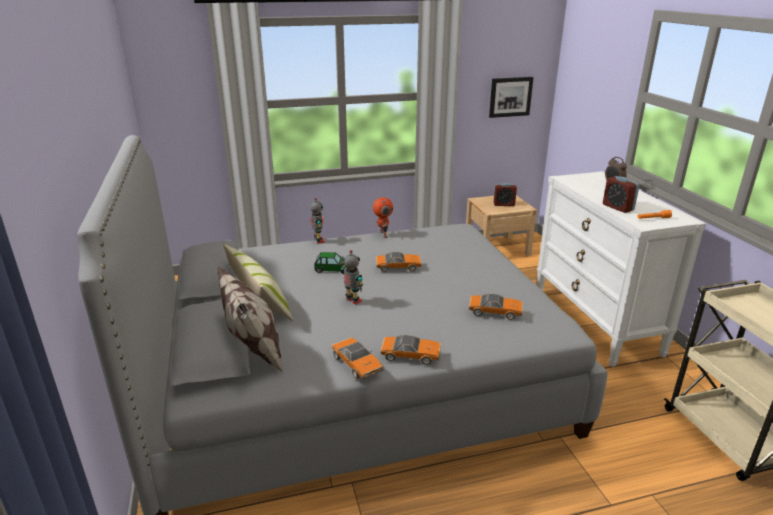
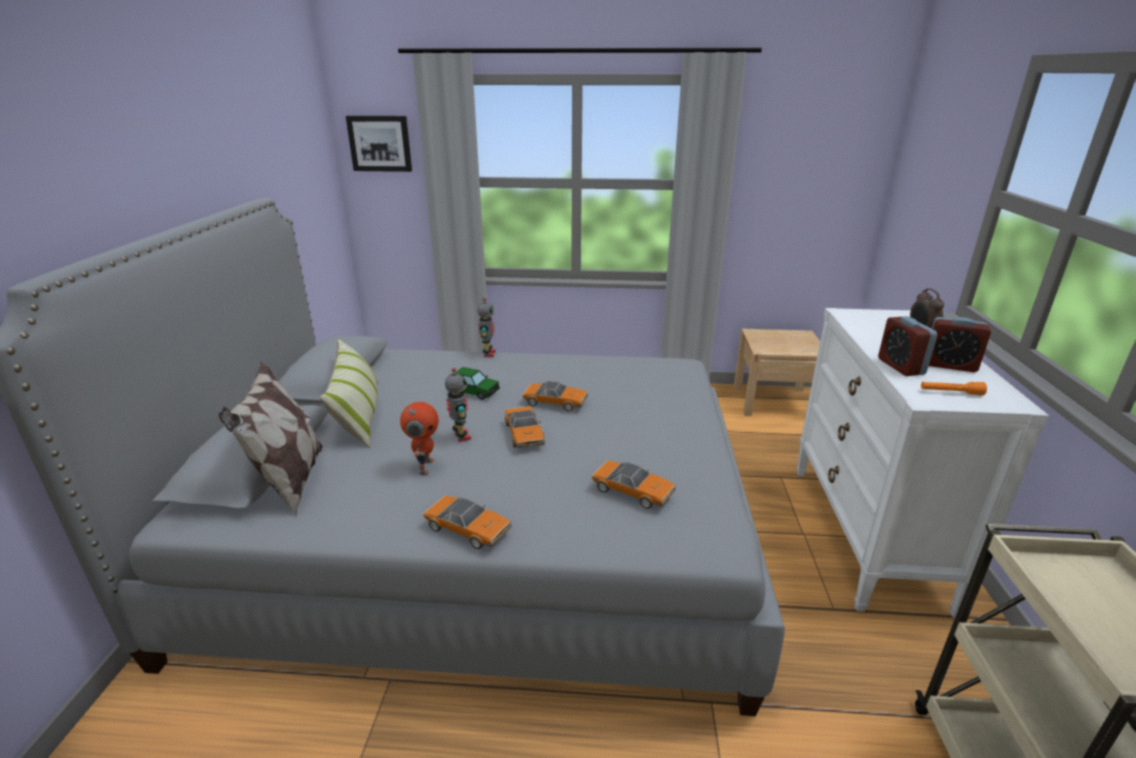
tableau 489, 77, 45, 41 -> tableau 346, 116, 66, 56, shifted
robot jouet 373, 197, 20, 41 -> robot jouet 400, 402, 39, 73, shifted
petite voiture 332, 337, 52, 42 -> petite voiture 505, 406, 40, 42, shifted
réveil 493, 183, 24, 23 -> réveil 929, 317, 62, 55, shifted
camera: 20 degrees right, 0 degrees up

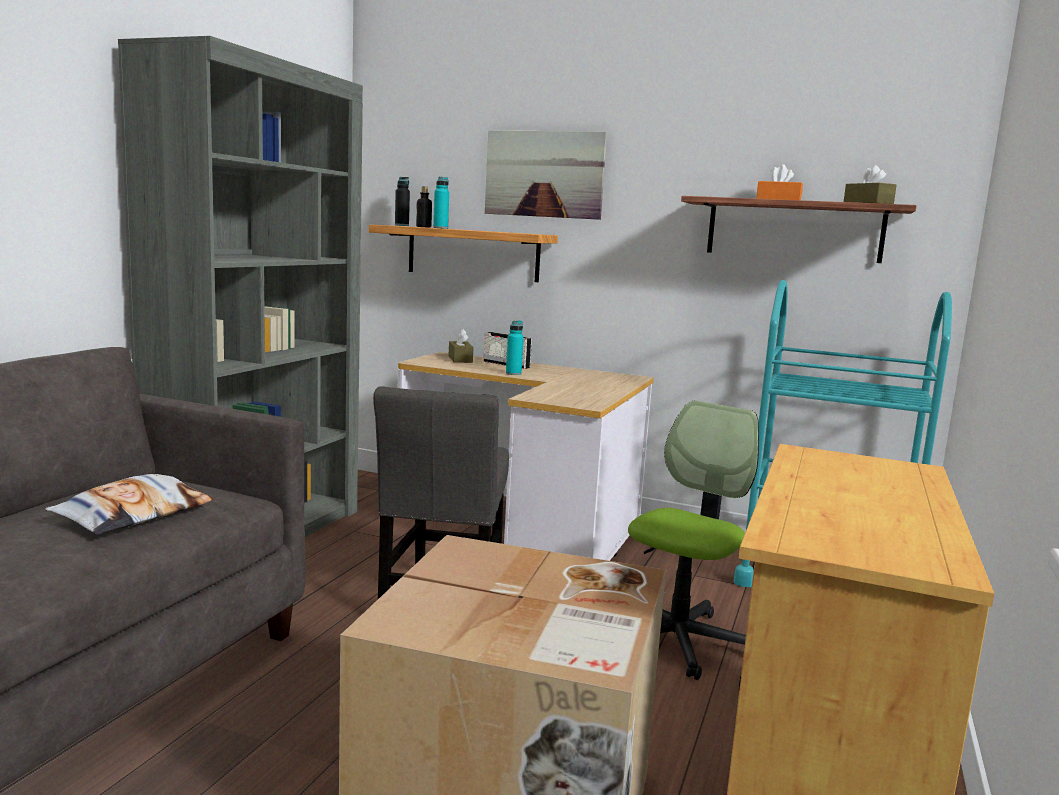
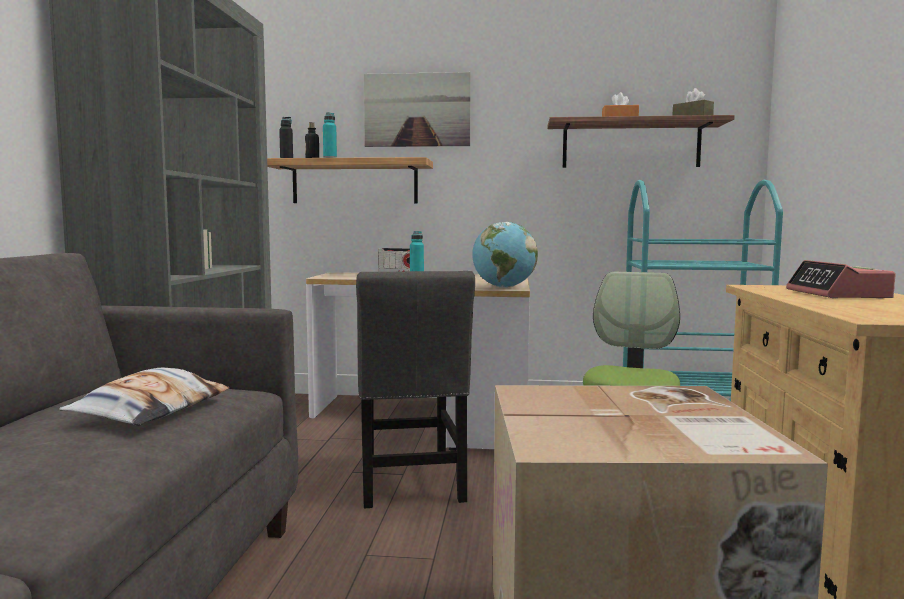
none -> globe 472, 222, 66, 66
none -> réveil 786, 260, 110, 39
boîte à mouchoirs (marron) 449, 329, 25, 34 -> none
camera: 15 degrees left, 5 degrees down

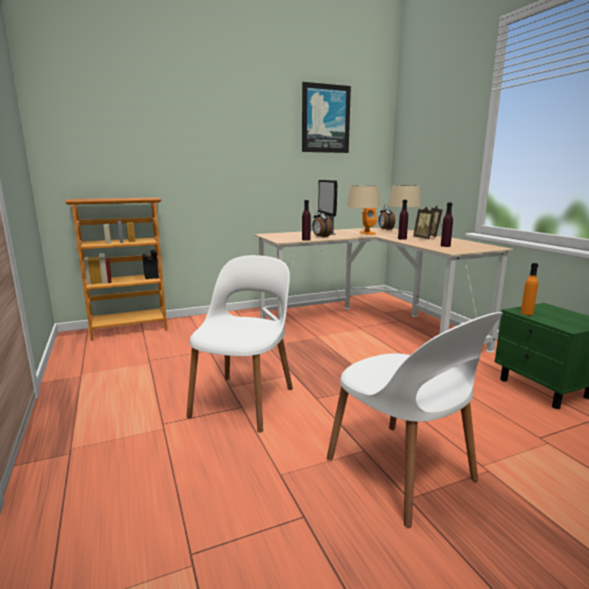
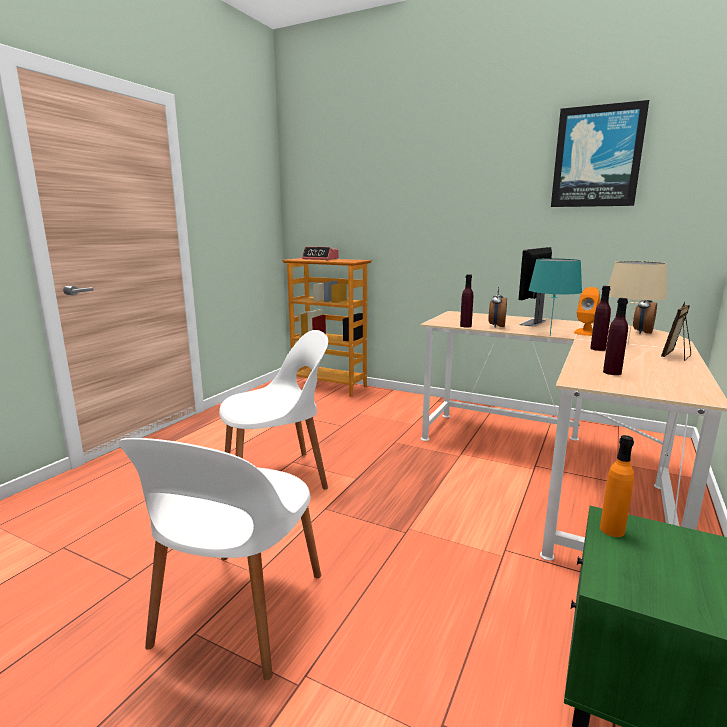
none -> réveil 302, 247, 37, 13
lampe de table (beige) 346, 186, 34, 41 -> lampe de table (turquoise) 528, 258, 54, 77
cadre photo 413, 207, 22, 33 -> none
camera: 50 degrees right, 0 degrees up

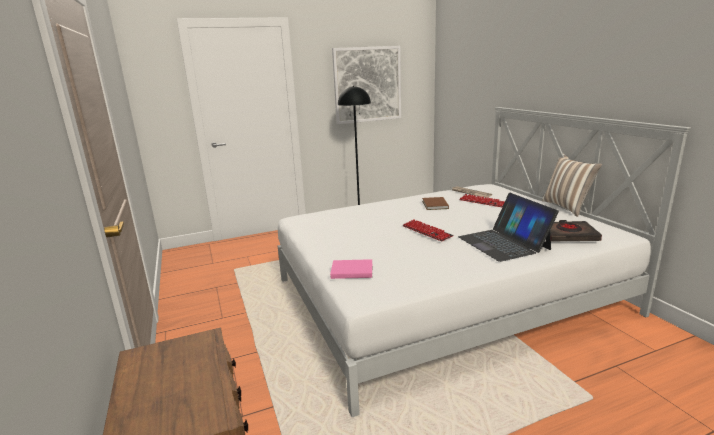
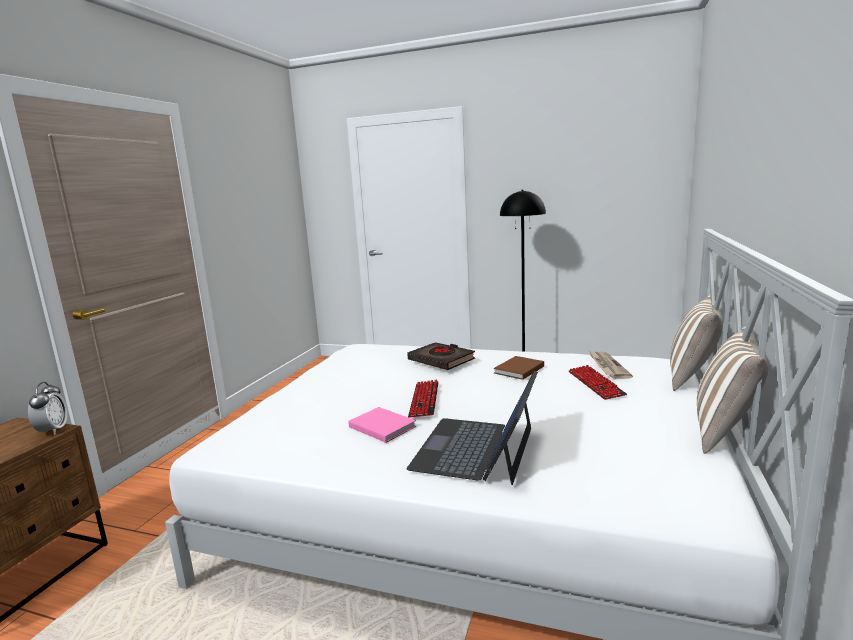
none -> réveil 28, 382, 39, 53
livre (rose) 330, 259, 42, 20 -> livre (rose) 348, 407, 68, 36, shifted
livre (noir) 550, 220, 52, 21 -> livre (noir) 407, 342, 68, 28, shifted
none -> coussin 670, 295, 53, 96
tableau 332, 46, 69, 78 -> none
camera: 40 degrees right, 5 degrees down

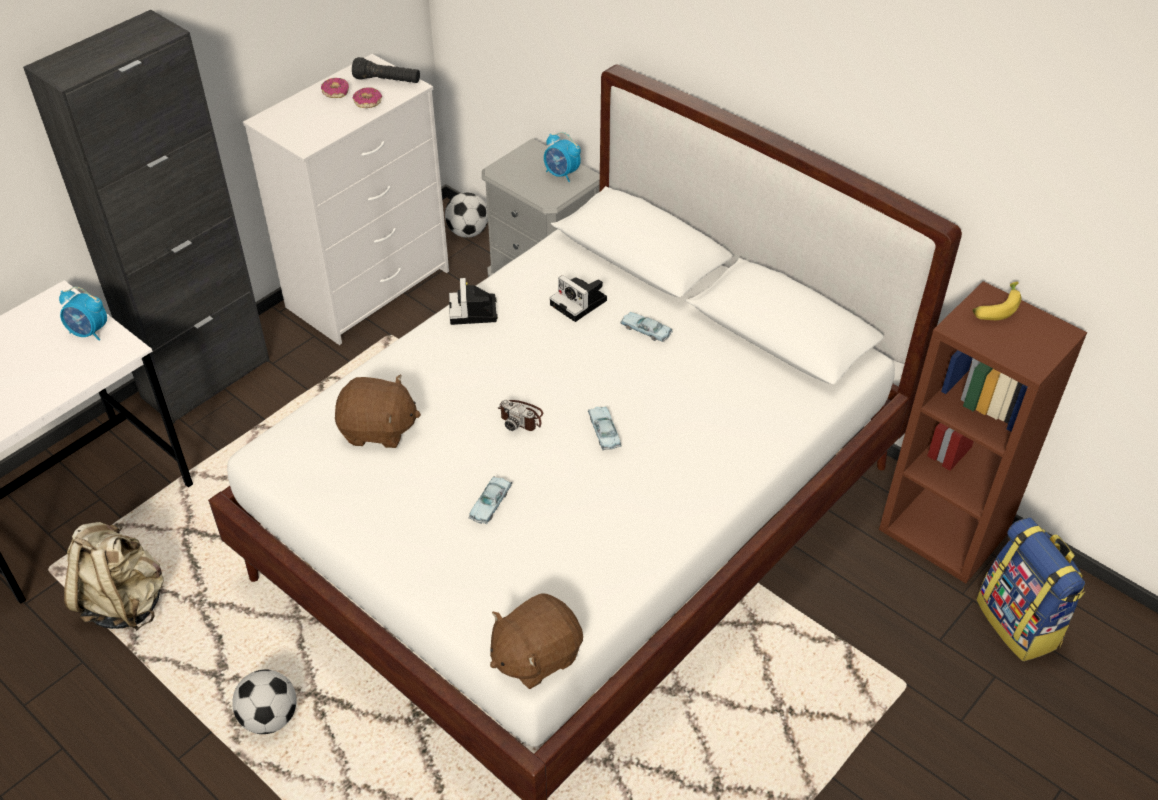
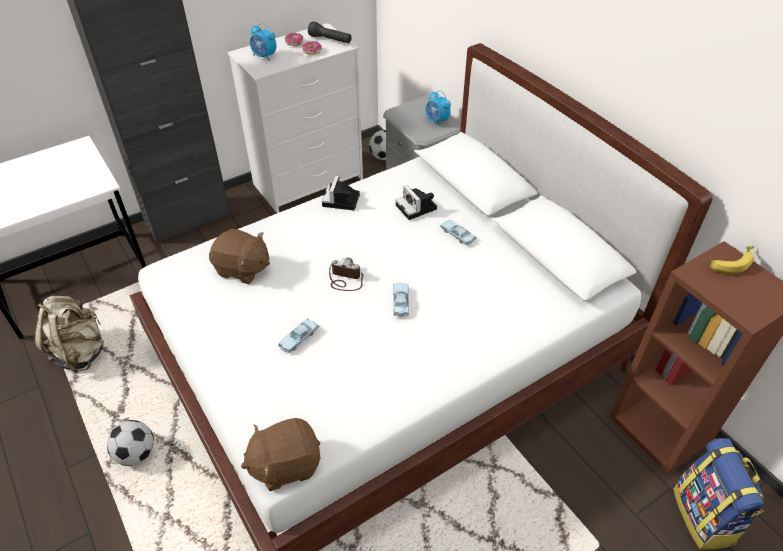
réveil 59, 287, 48, 53 -> réveil 250, 23, 27, 38, shifted
appareil photo 498, 400, 45, 31 -> appareil photo 329, 257, 35, 34, 150 degrees clockwise
camera: 15 degrees right, 0 degrees up

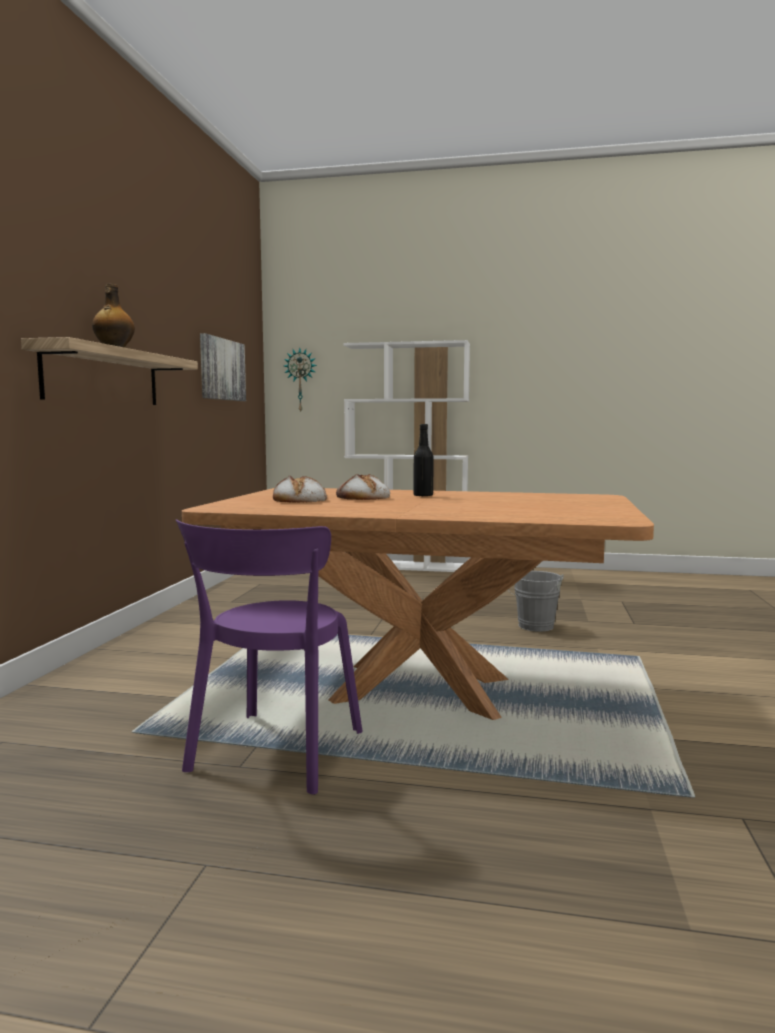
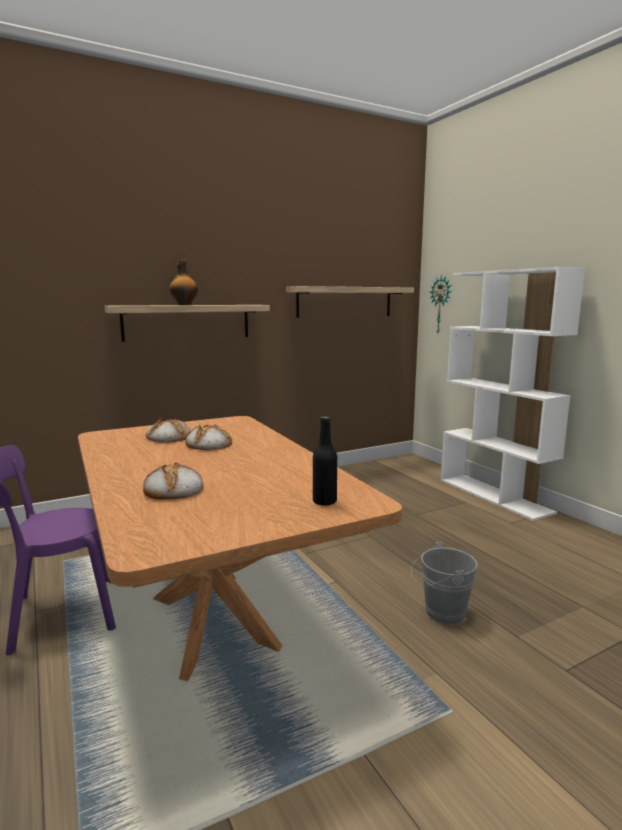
none -> pain 143, 462, 61, 38
tableau 200, 333, 46, 68 -> étagère 286, 286, 128, 32
bouteille (noir) 413, 424, 21, 73 -> bouteille (noir) 313, 416, 24, 90, shifted
camera: 50 degrees right, 5 degrees up

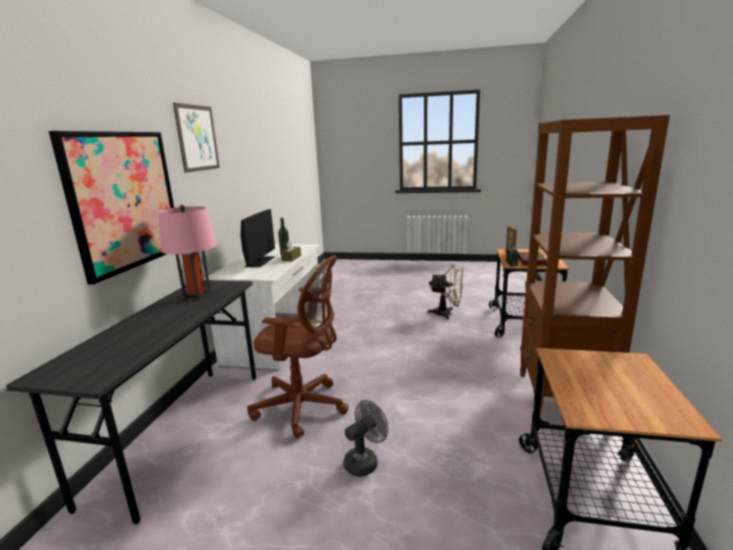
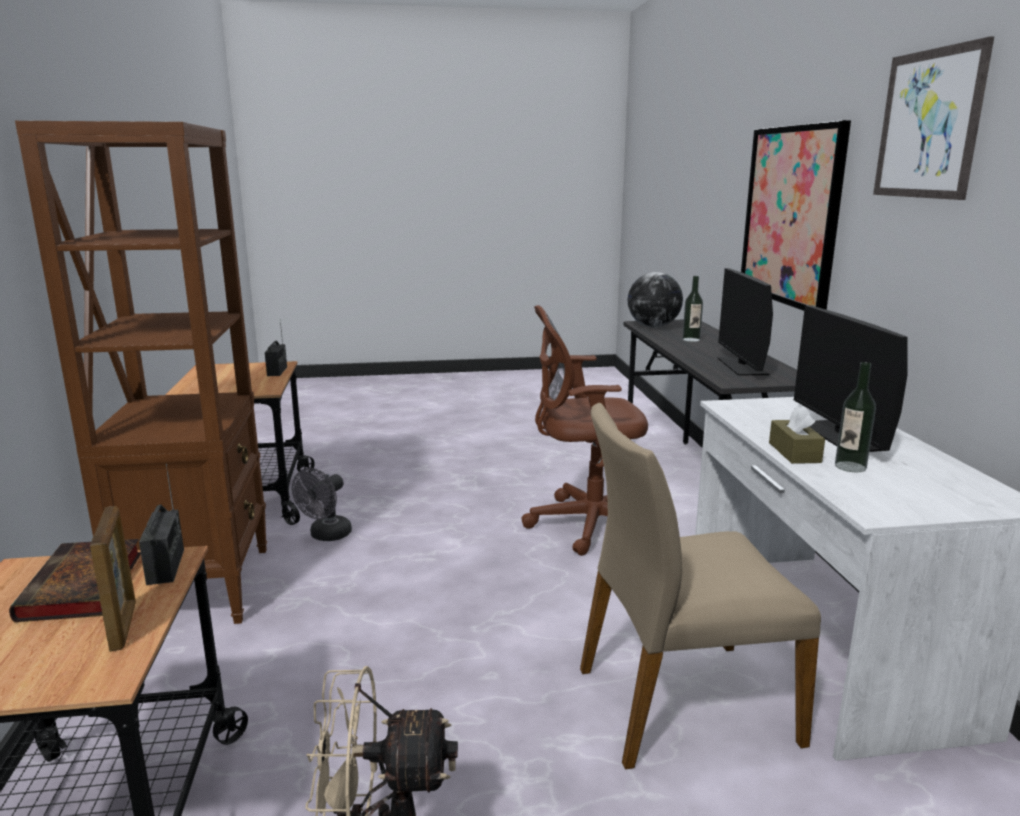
none -> radio 265, 319, 22, 57
ventilateur (gris) 344, 400, 44, 77 -> ventilateur (gris) 292, 468, 60, 73, shifted
none -> chaise (beige) 580, 403, 241, 367
none -> globe 628, 272, 55, 55
none -> bouteille 683, 276, 20, 66
lampe de table (rose) 159, 205, 57, 95 -> écran d'ordinateur 717, 268, 56, 107
camera: 160 degrees right, 0 degrees up

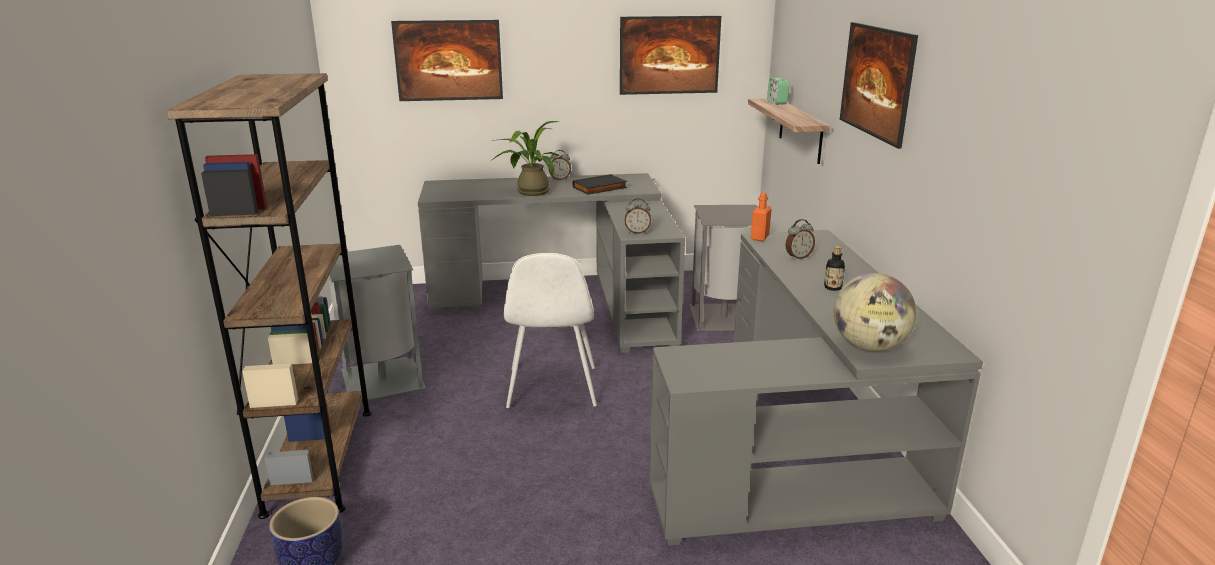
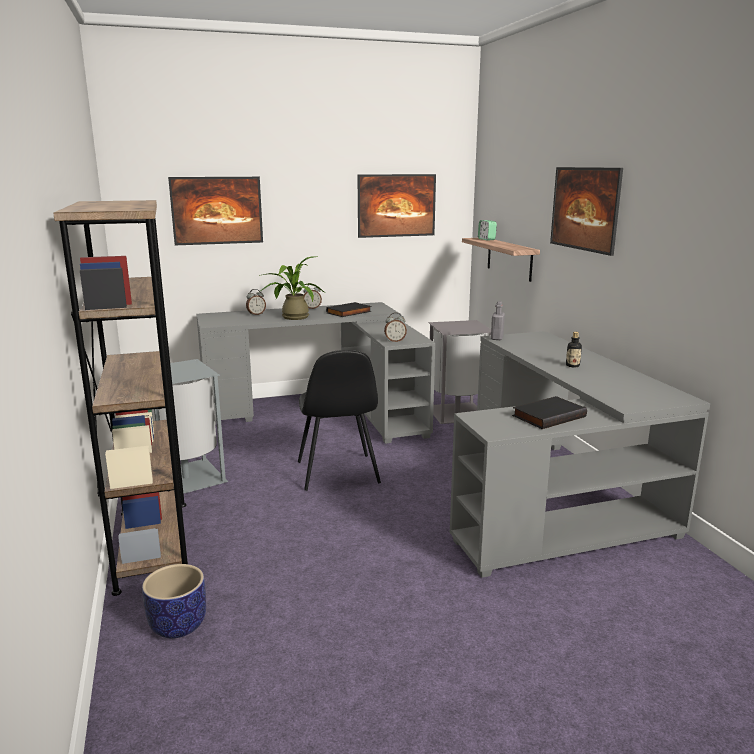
réveil 785, 219, 30, 40 -> réveil 246, 289, 20, 27, shifted
chaise (blanc) 504, 253, 93, 155 -> chaise (noir) 298, 350, 83, 141
bouteille (orange) 751, 192, 21, 49 -> bouteille (gris) 491, 301, 14, 39
none -> livre (noir) 512, 396, 75, 33
globe 834, 273, 82, 79 -> none
camera: 10 degrees left, 5 degrees down

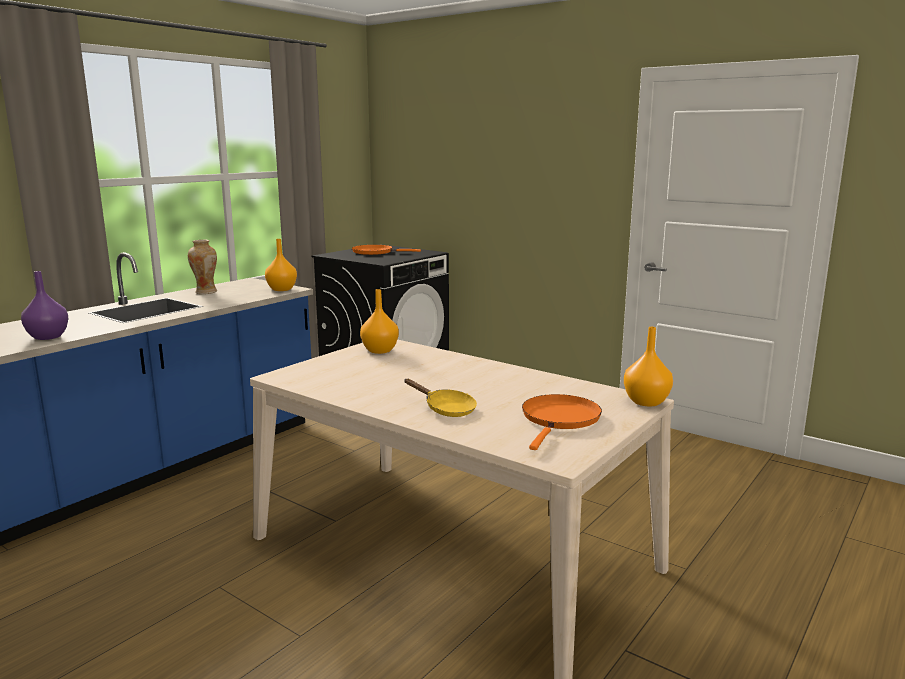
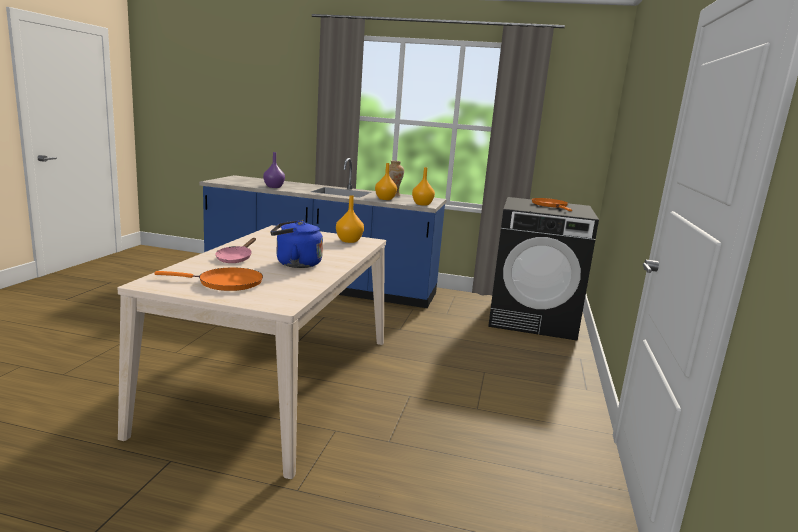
poêle (jaune) 405, 379, 72, 38 -> poêle (rose) 215, 238, 41, 25
none -> bouilloire (bleu) 270, 220, 53, 48
vase (orange) 624, 327, 49, 79 -> vase (orange) 375, 163, 22, 37, shifted
camera: 65 degrees right, 0 degrees up

